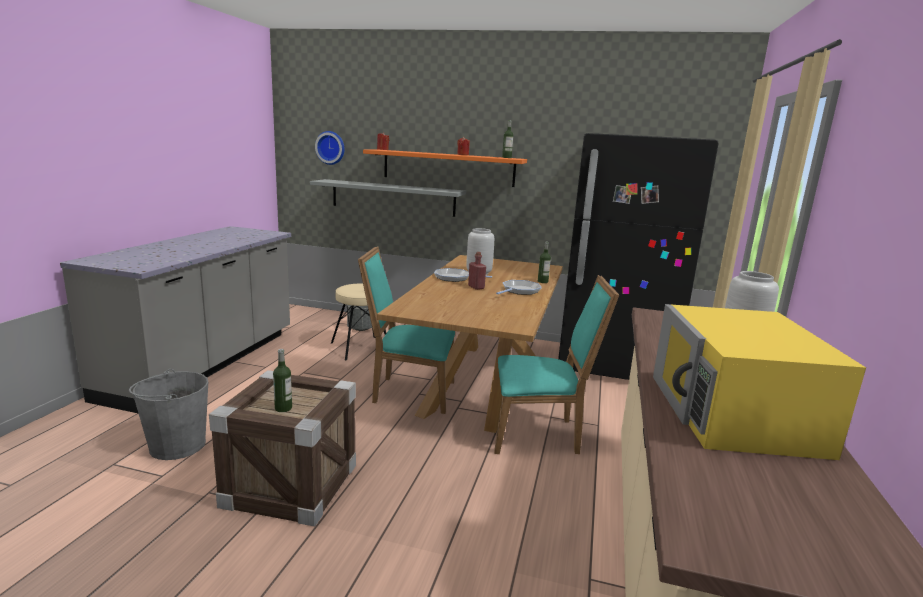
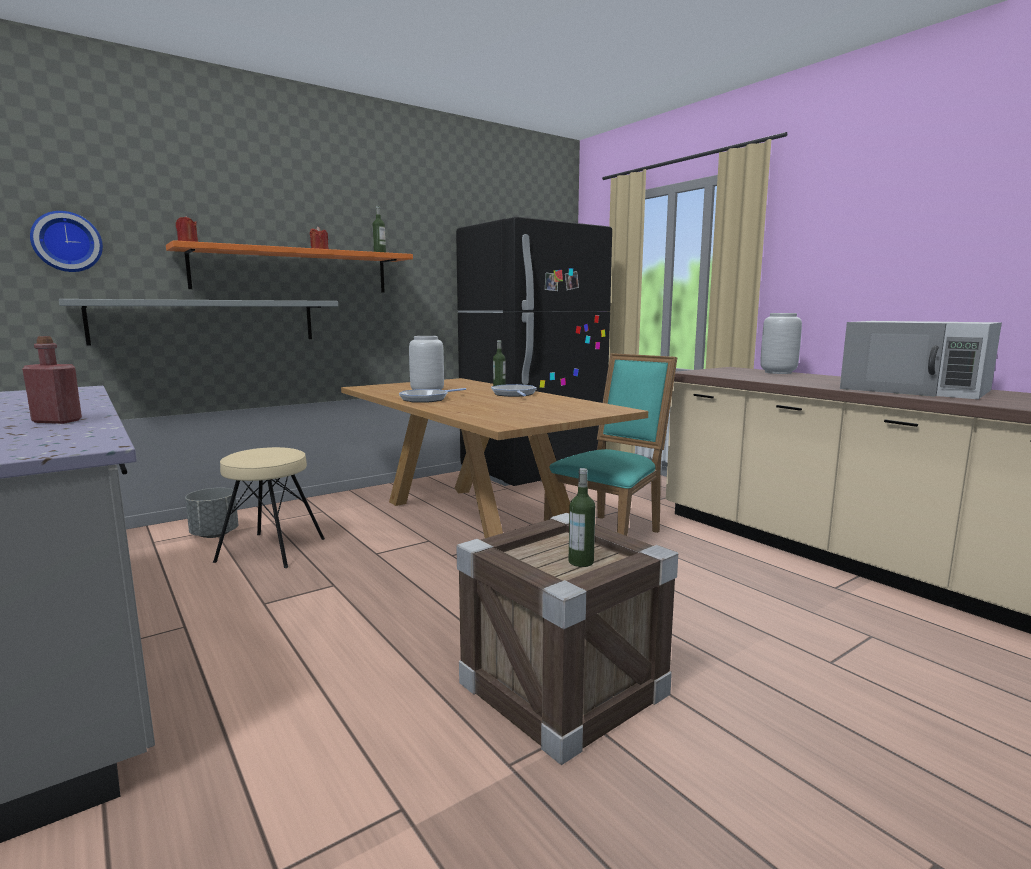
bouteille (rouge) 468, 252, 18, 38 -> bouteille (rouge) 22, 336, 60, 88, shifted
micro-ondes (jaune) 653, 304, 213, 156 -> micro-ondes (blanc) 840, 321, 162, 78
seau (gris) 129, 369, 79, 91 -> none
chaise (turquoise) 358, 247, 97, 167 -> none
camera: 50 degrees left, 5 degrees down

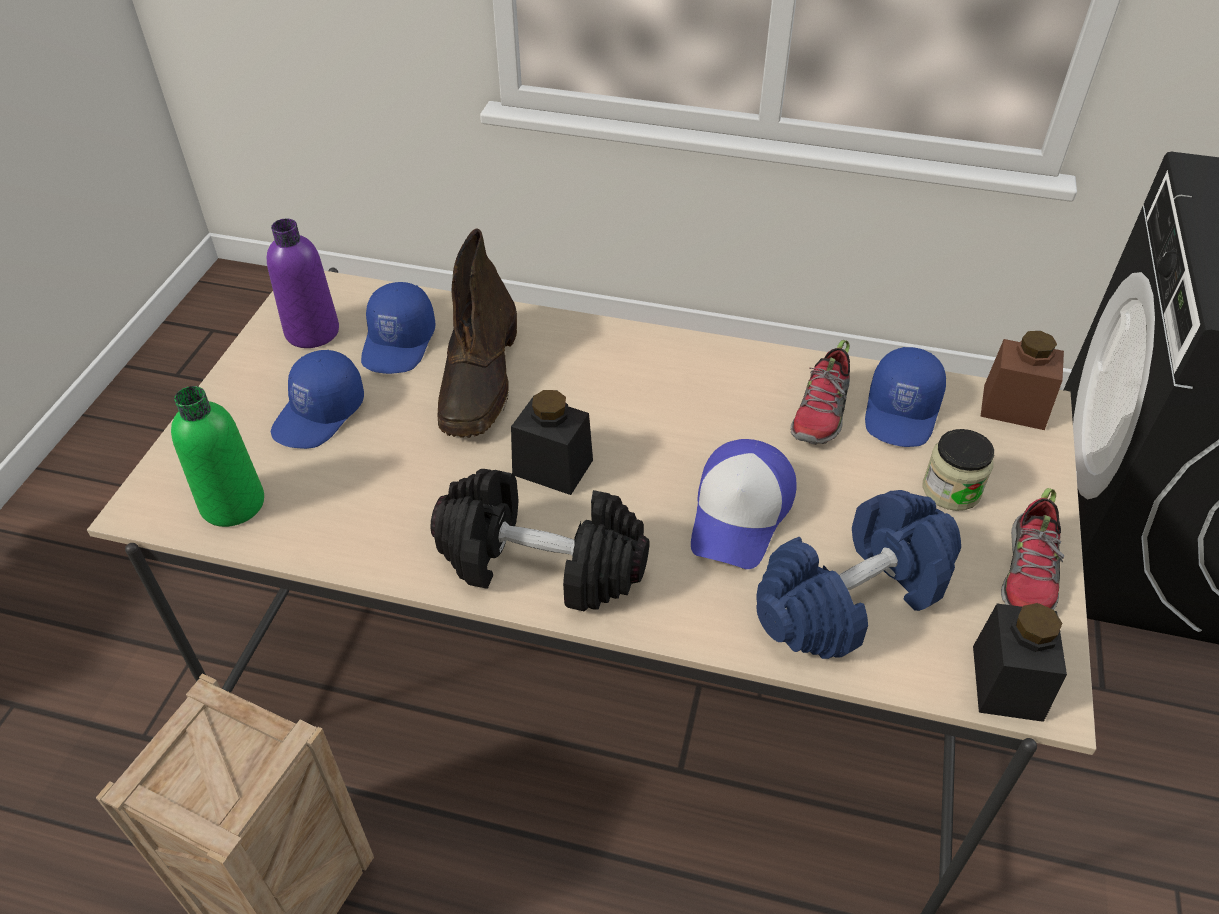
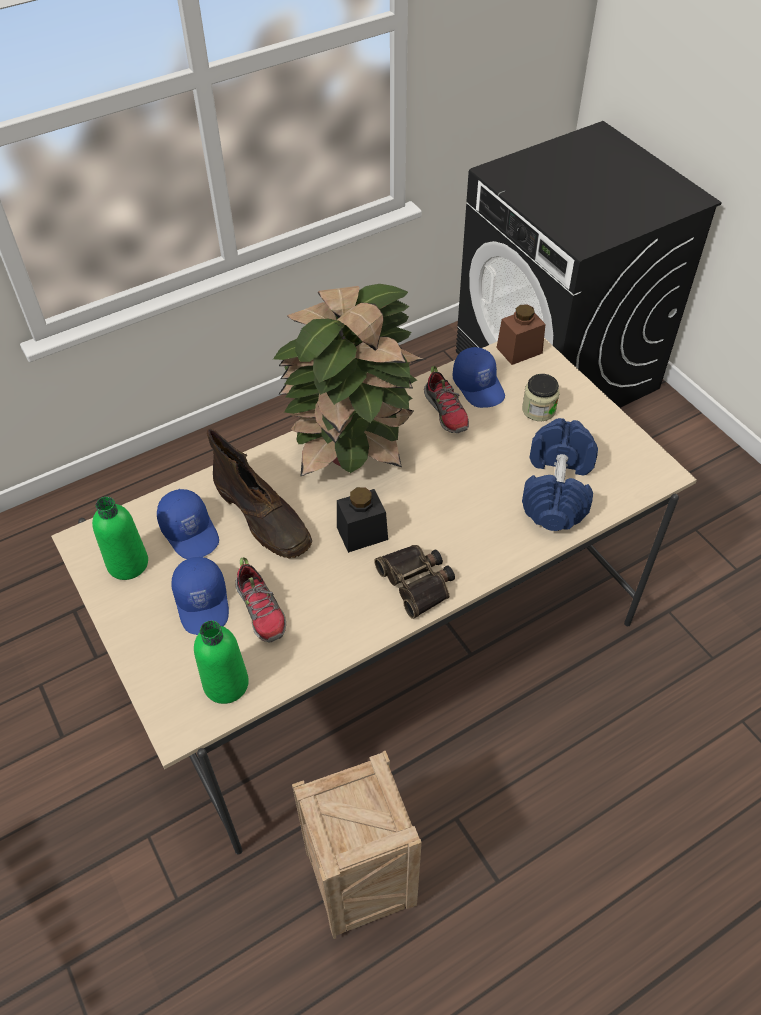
bouteille (violet) 267, 219, 72, 129 -> bouteille (vert) 92, 497, 56, 83
chaussure 1001, 488, 63, 122 -> chaussure 235, 557, 51, 85, shifted
none -> plante en pot 273, 284, 153, 193
haltère (noir) 430, 469, 220, 142 -> jumelles 374, 545, 81, 74
casquette 691, 439, 106, 130 -> none
bocal (noir) 973, 603, 94, 119 -> none
camera: 45 degrees left, 5 degrees up

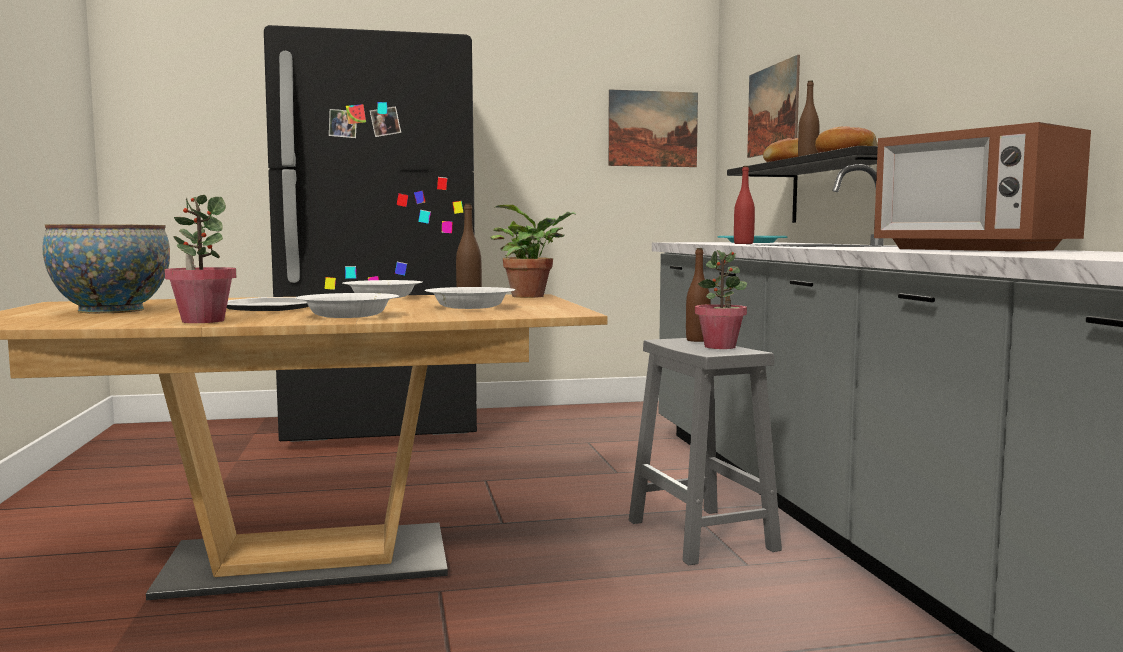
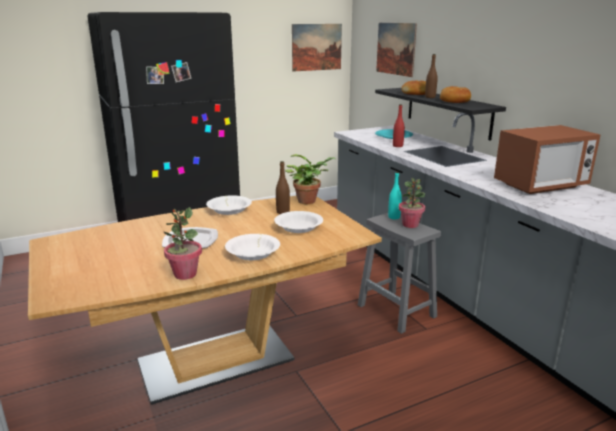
bouteille (marron) 686, 248, 25, 94 -> bouteille (turquoise) 388, 171, 14, 48
micro-ondes 874, 122, 217, 129 -> micro-ondes 494, 125, 106, 69, 60 degrees counterclockwise
bol 42, 224, 128, 90 -> none
camera: 15 degrees left, 15 degrees up

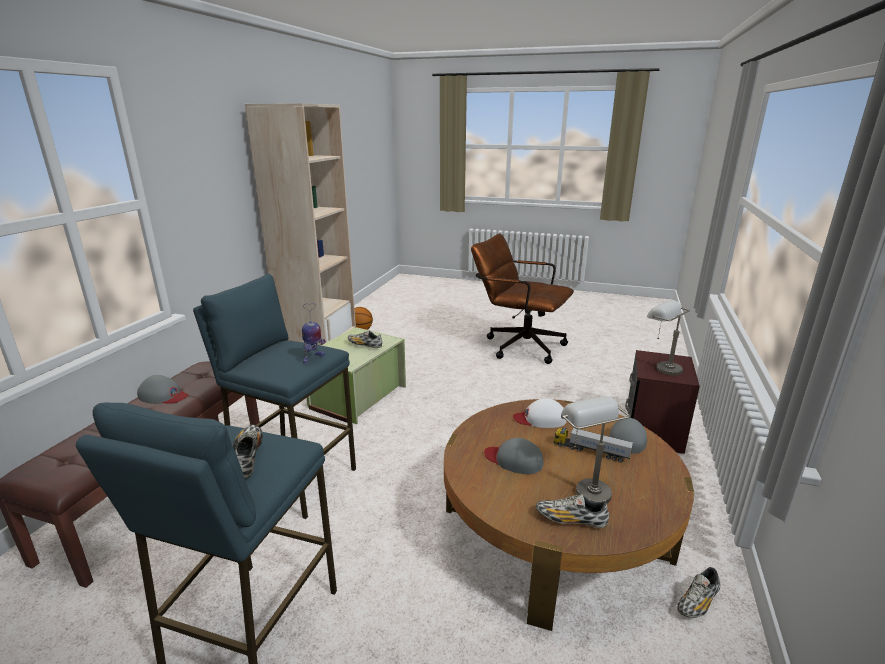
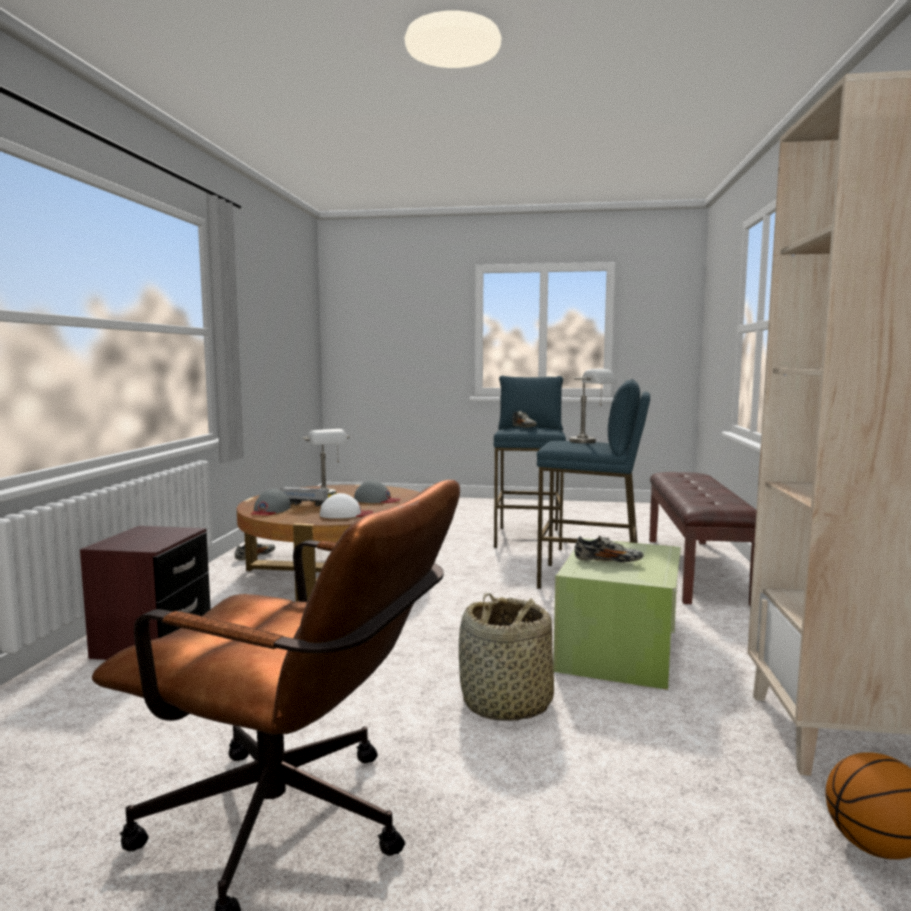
none -> panier 459, 593, 95, 128
lampe de table (gris) 647, 300, 43, 75 -> lampe de table (gris) 570, 369, 47, 74, shifted
casquette (gris) 137, 375, 51, 29 -> none
robot jouet 302, 303, 24, 61 -> none
chaussure 536, 494, 73, 34 -> none
camera: 170 degrees right, 15 degrees down

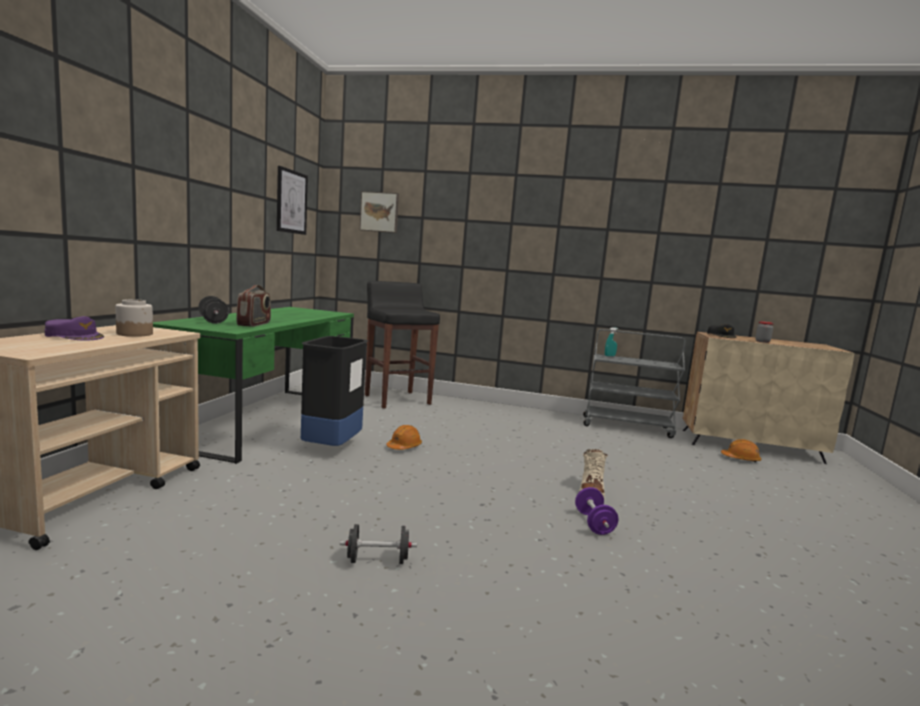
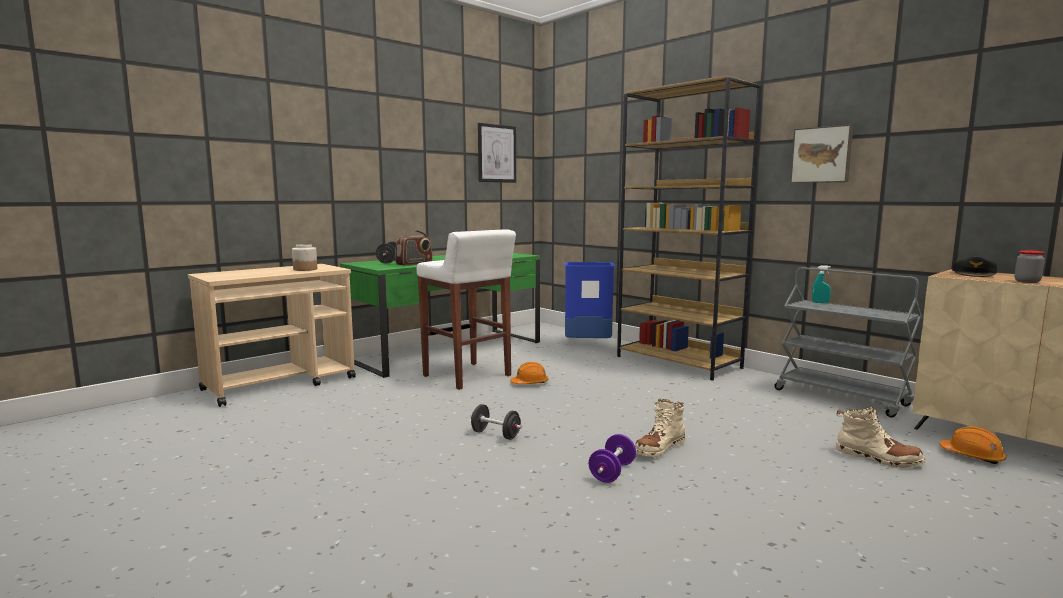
poubelle (noir) 301, 336, 67, 110 -> tabouret (blanc) 417, 229, 99, 161
haltère (noir) 340, 524, 77, 40 -> haltère (noir) 470, 404, 52, 36, shifted
tabouret (noir) 365, 281, 75, 128 -> poubelle (bleu) 564, 262, 51, 76
none -> bibliothèque (marron) 617, 76, 145, 305
tableau 360, 191, 39, 42 -> tableau 790, 124, 63, 59, shifted
none -> botte (beige) 836, 406, 90, 62
casquette (violet) 45, 316, 59, 25 -> none
camera: 35 degrees right, 0 degrees up

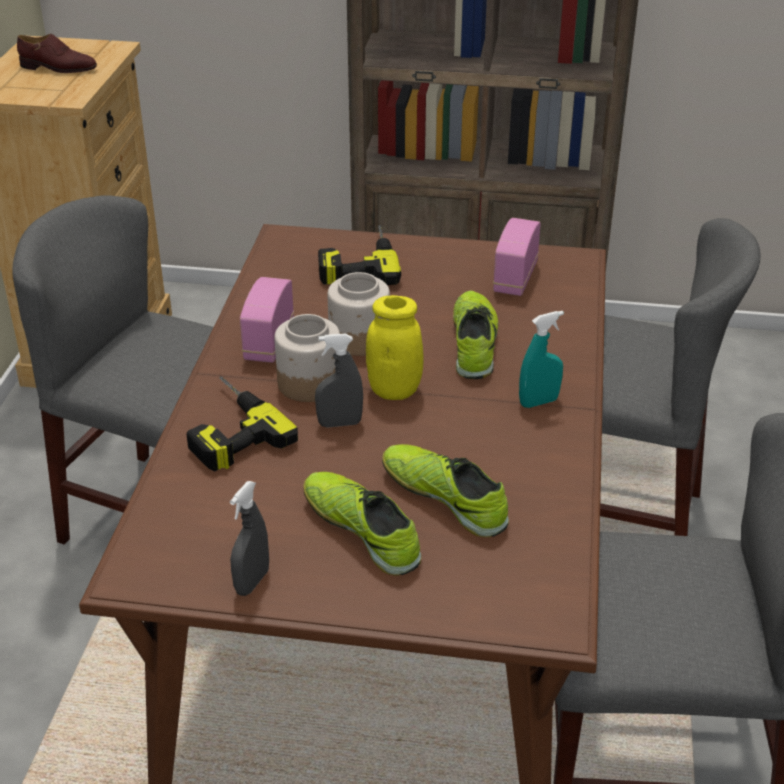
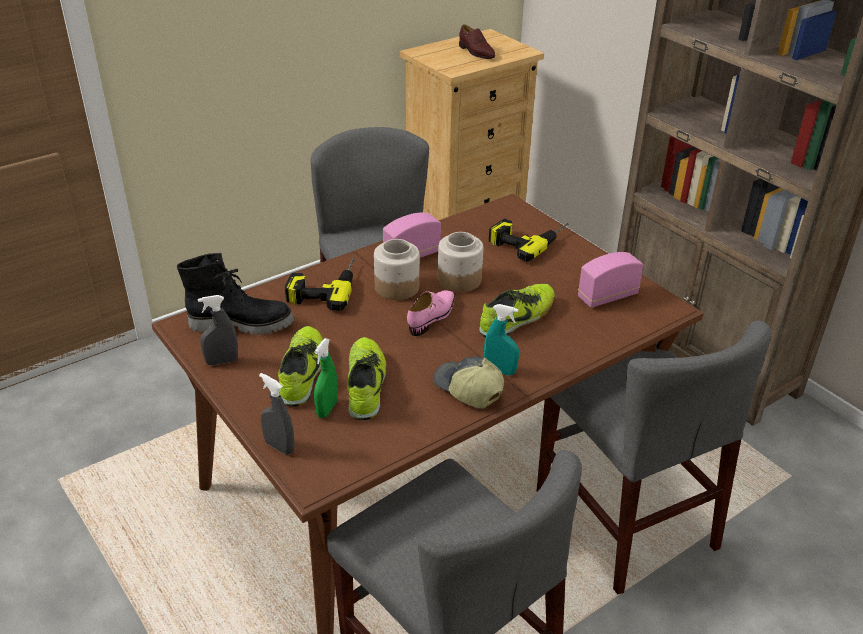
none -> botte (noir) 177, 253, 117, 82
vaporisateur (gris) 315, 334, 48, 94 -> vaporisateur (gris) 259, 373, 35, 82, shifted
none -> vaporisateur (vert) 314, 338, 24, 80
bocal (jaune) 366, 295, 58, 105 -> chaussure (rose) 407, 290, 48, 46
none -> casquette 433, 356, 71, 53
camera: 45 degrees right, 0 degrees up

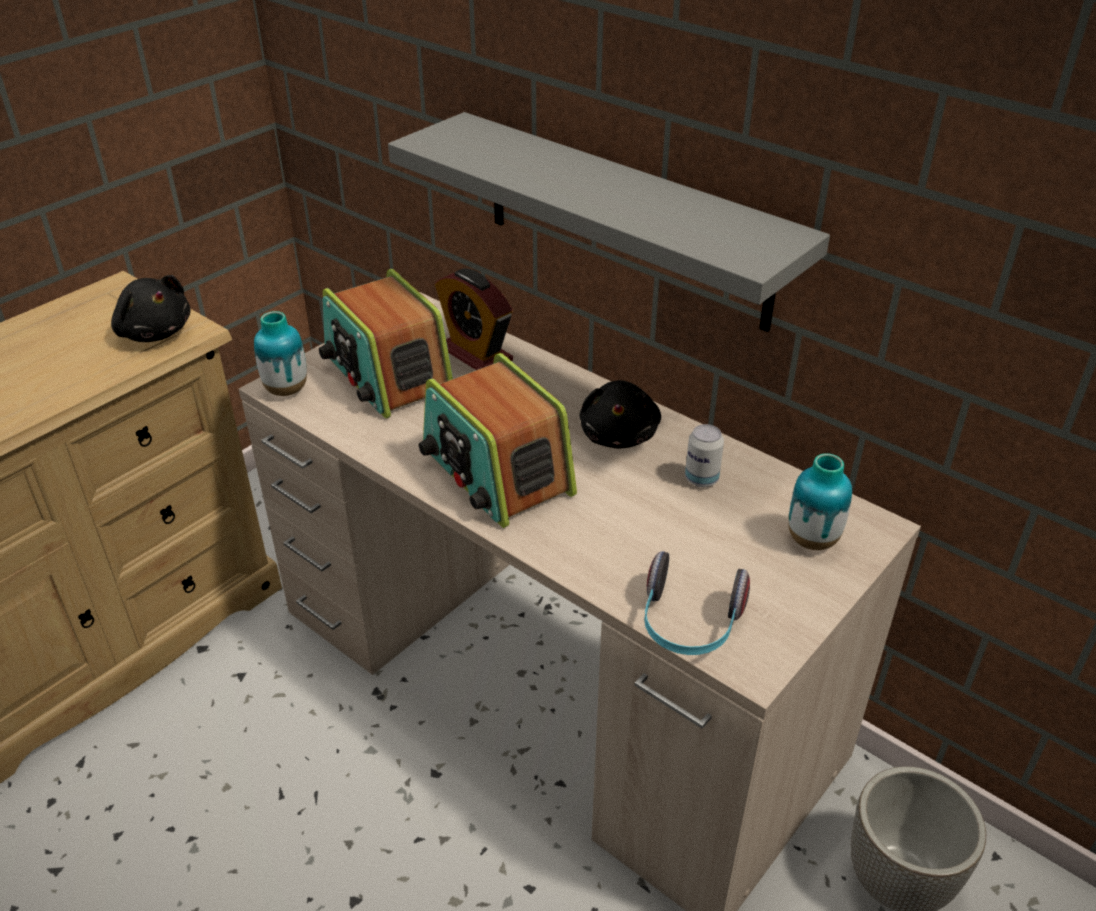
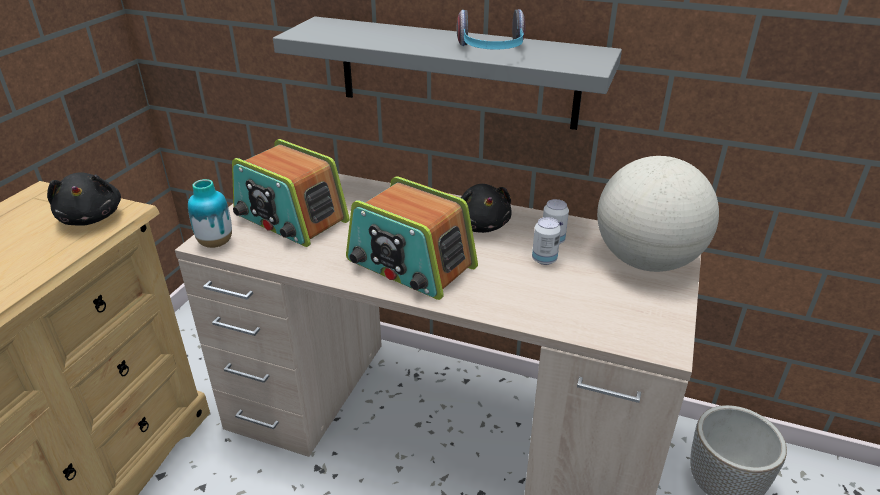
peluche (noir) 111, 275, 80, 67 -> peluche (noir) 47, 172, 74, 54, 45 degrees clockwise
casque audio 644, 551, 106, 104 -> casque audio 457, 9, 68, 41, shifted
none -> boîte métallique 532, 217, 29, 48
vase 789, 453, 63, 97 -> globe 597, 156, 122, 116
réveil 435, 269, 78, 101 -> none
camera: 20 degrees left, 5 degrees down

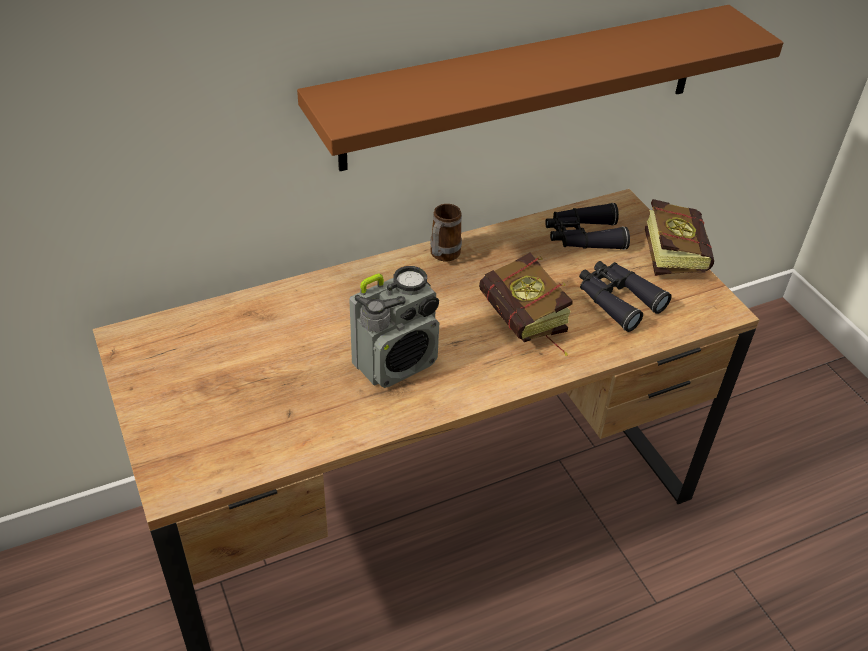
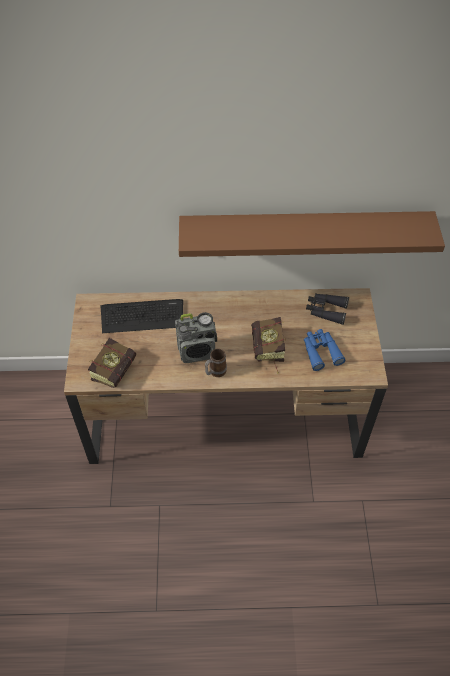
livre 645, 199, 69, 77 -> livre 88, 338, 48, 50, shifted
none -> clavier 101, 299, 82, 34
mug 430, 204, 32, 57 -> mug 205, 349, 22, 28, shifted
jumelles (noir) 579, 261, 93, 71 -> jumelles (bleu) 304, 329, 42, 42
camera: 25 degrees right, 10 degrees up

